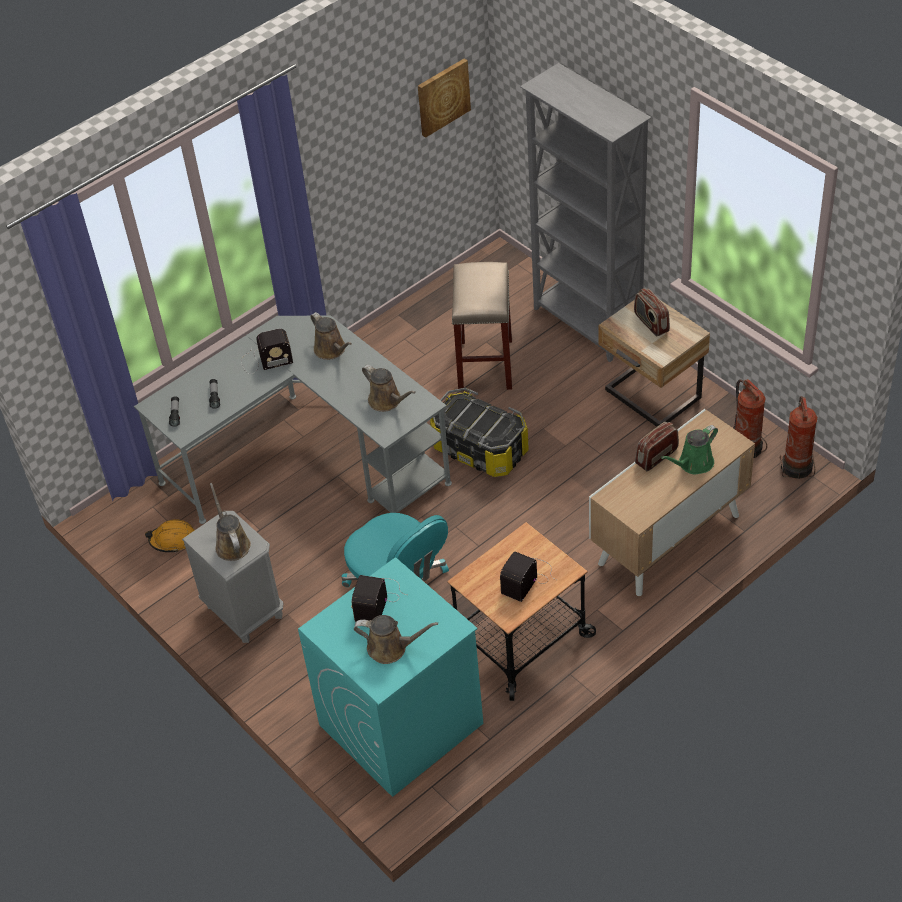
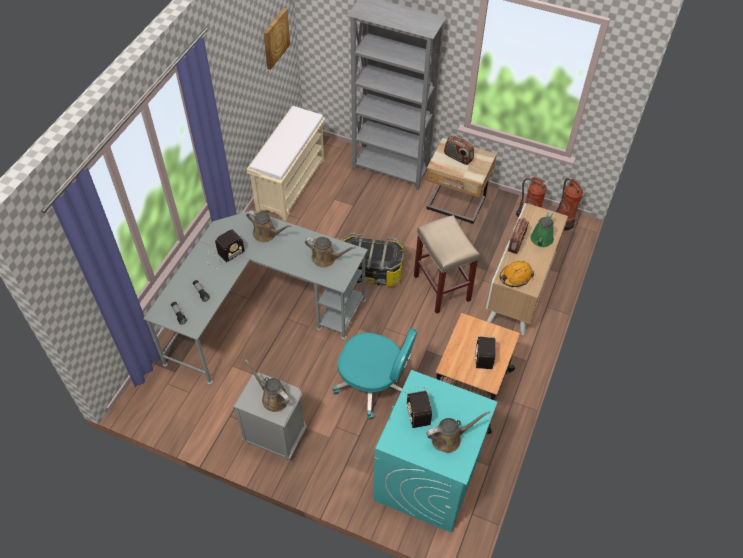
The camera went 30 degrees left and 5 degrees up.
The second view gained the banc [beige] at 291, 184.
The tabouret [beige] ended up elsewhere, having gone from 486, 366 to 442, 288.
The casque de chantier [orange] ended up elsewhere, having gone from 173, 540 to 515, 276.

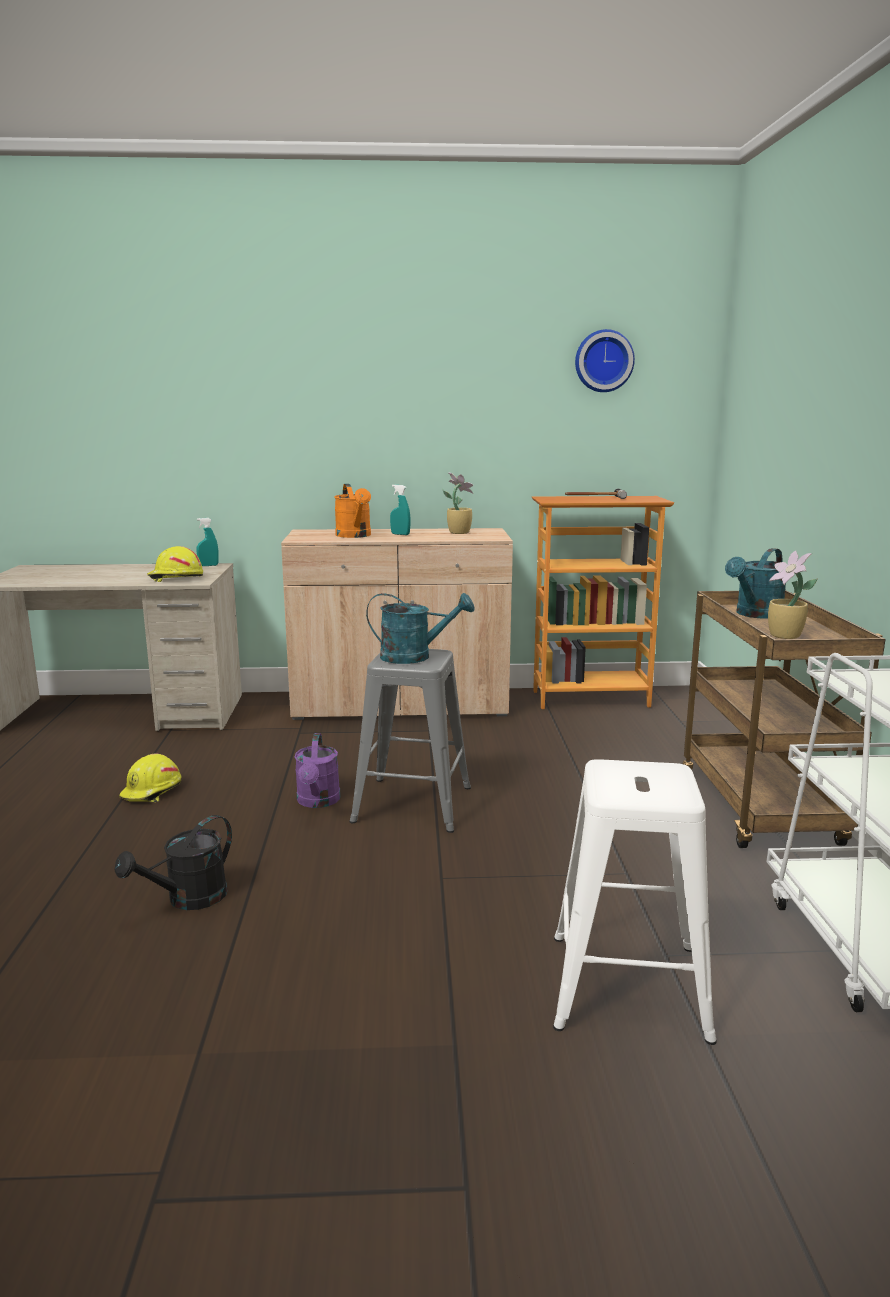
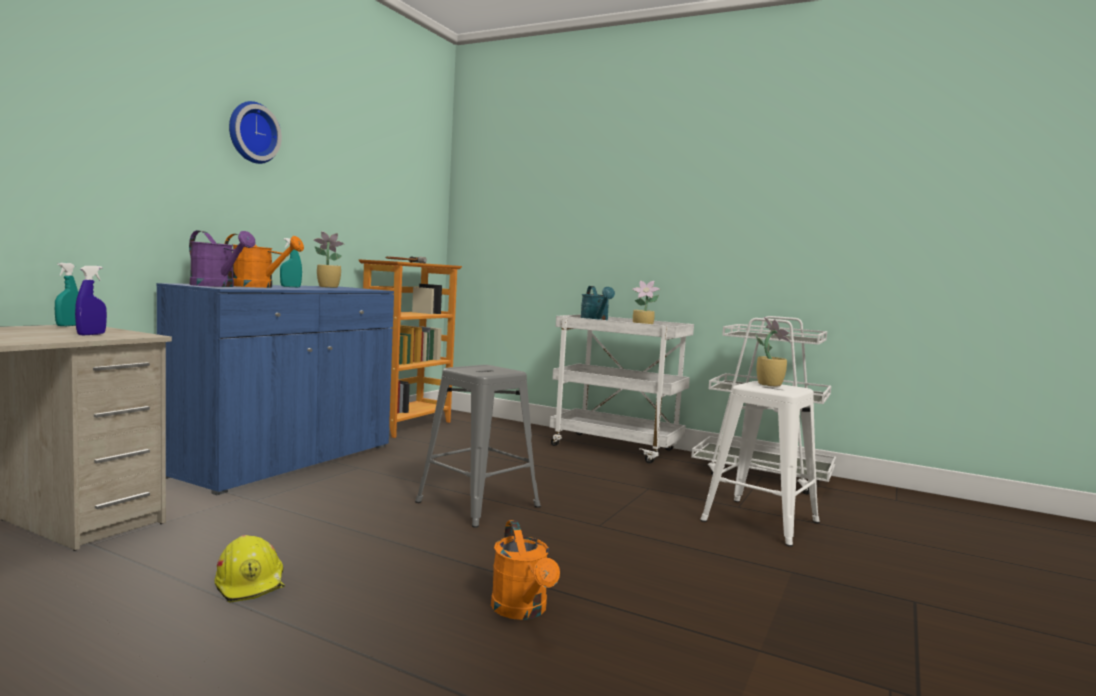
The camera went 60 degrees left and 10 degrees down.
Where the casque de chantier [jaune] stood at 175, 578, the vaporisateur [bleu] came to stand at 91, 334.
What was the meuble de rangement [beige] at 400, 705 turned into the meuble de rangement [bleu] at 286, 460.
The arrosoir [violet] ended up elsewhere, having gone from 318, 802 to 217, 286.
The horloge murale ended up elsewhere, having gone from 603, 361 to 251, 133.
What was the arrosoir [noir] at 188, 900 turned into the arrosoir [orange] at 522, 611.
What was the chariot [marron] at 761, 810 turned into the chariot [blanc] at 617, 448.
The second view gained the plante en pot at 769, 384.
The second view lost the arrosoir [turquoise] at 415, 657.

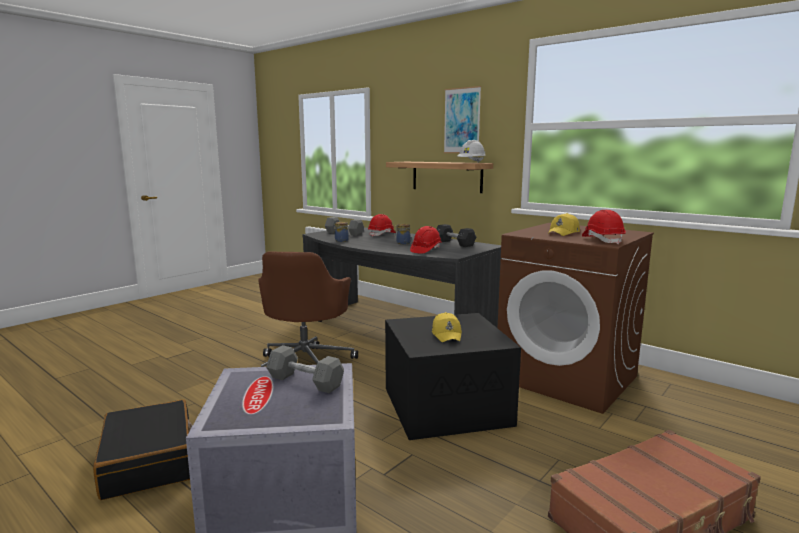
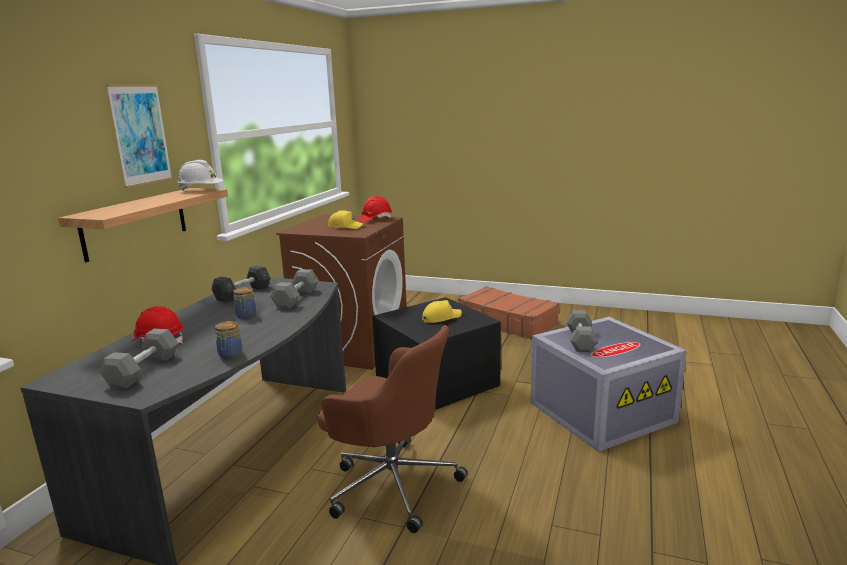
The camera went 110 degrees left and 5 degrees up.
Where the casque de chantier [rouge] stood at 425, 250, the haltère [gris] came to stand at 296, 298.
The chaise de bureau [marron] at 306, 363 ended up facing another way, 45 degrees clockwise from before.
The second view lost the valise [noir] at 150, 461.

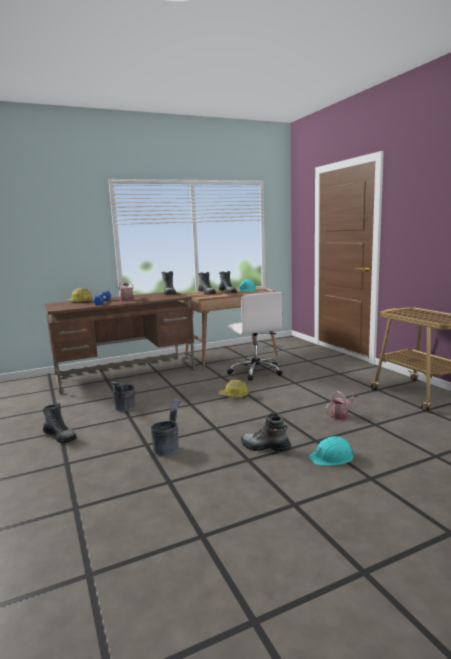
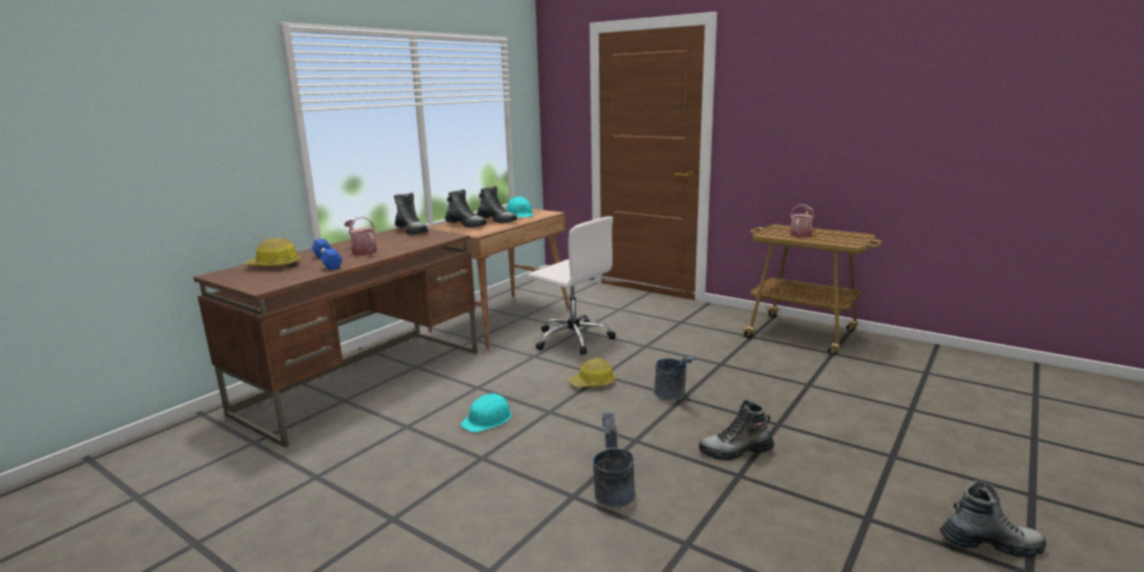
The camera went 30 degrees left and 5 degrees up.
The casque de chantier [turquoise] ended up elsewhere, having gone from 332, 457 to 487, 419.
The seau [gris] ended up elsewhere, having gone from 124, 409 to 672, 396.
The arrosoir ended up elsewhere, having gone from 341, 415 to 801, 234.
The botte ended up elsewhere, having gone from 60, 436 to 990, 544.

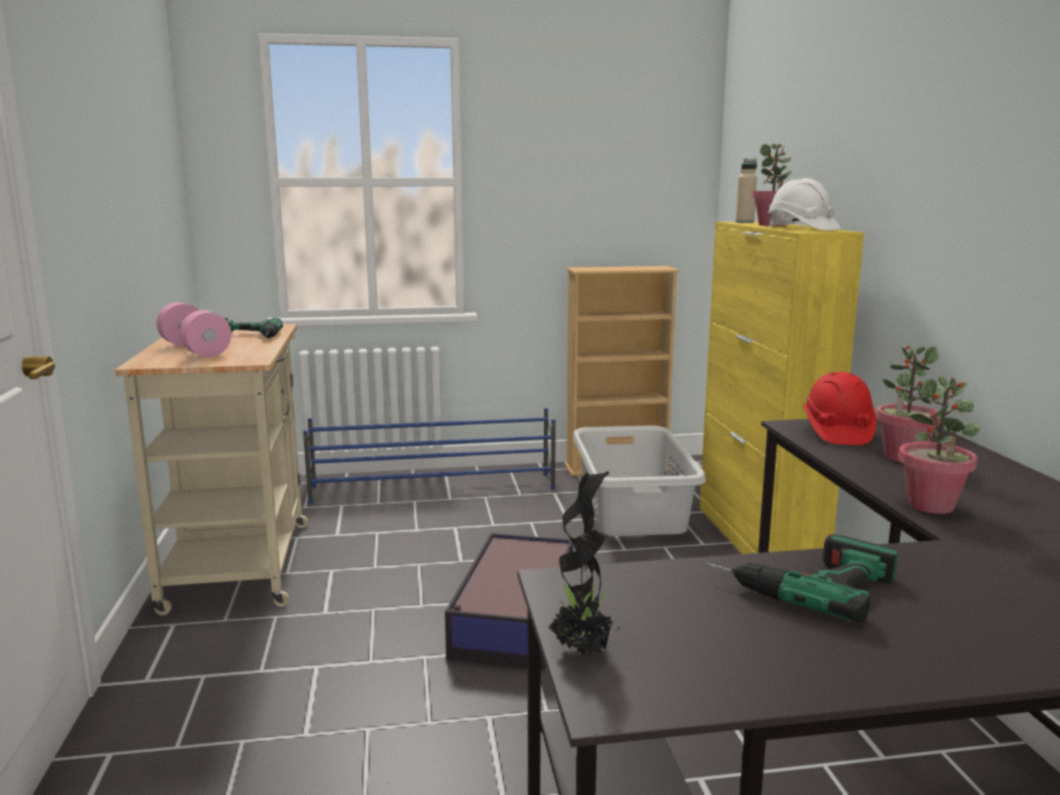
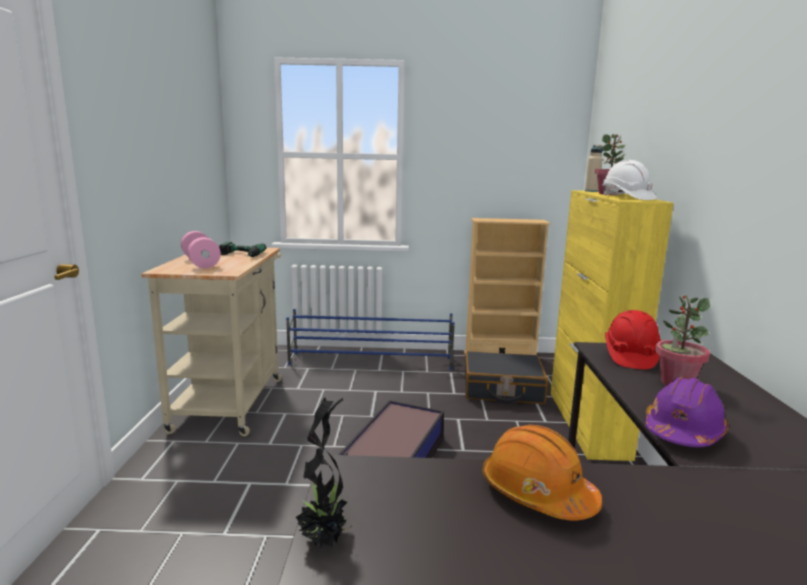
The camera went 10 degrees right and 0 degrees up.
Where the panier à linge [gris] stood at 633, 509, the valise [noir] came to stand at 502, 389.
Where the perceuse stood at 799, 581, the casque de chantier [orange] came to stand at 537, 493.
Where the plante en pot stood at 931, 505, the casque de chantier [violet] came to stand at 683, 431.

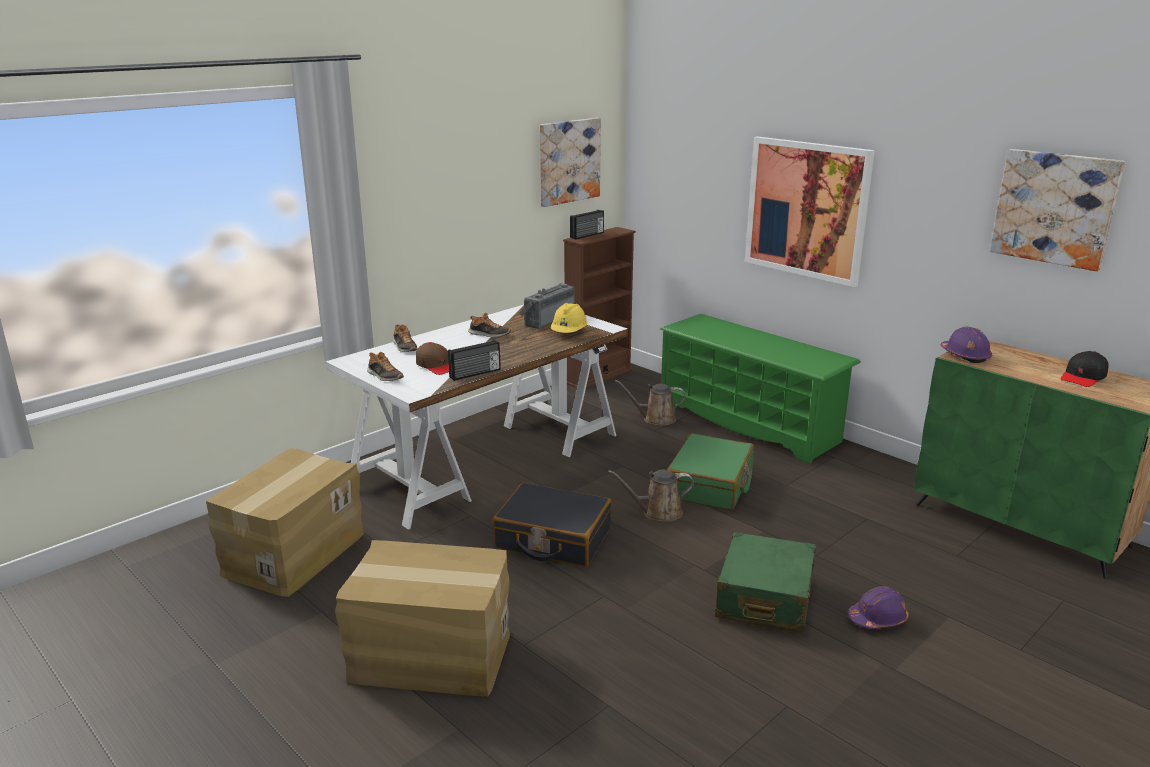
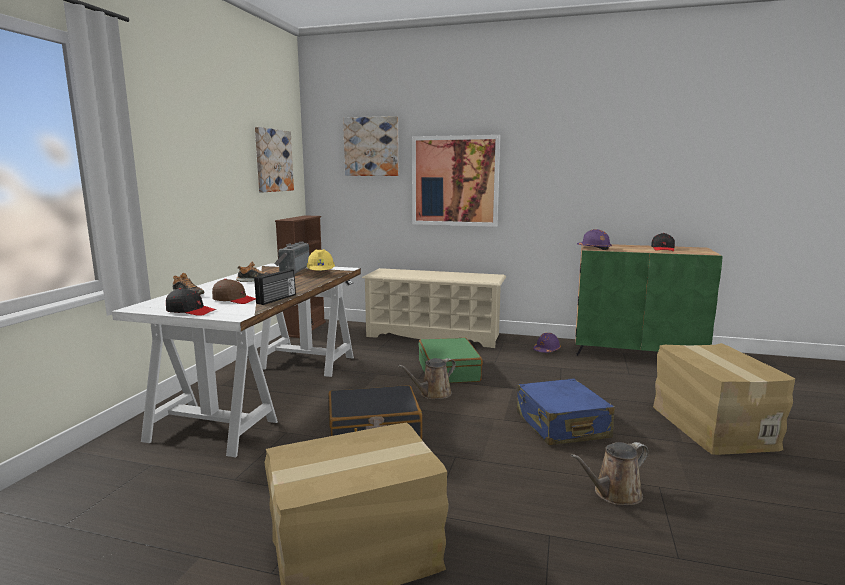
The camera went 30 degrees left and 10 degrees down.
Where the chaussure stood at 384, 376, the casquette [noir] came to stand at 191, 311.
The tableau ended up elsewhere, having gone from 1055, 208 to 371, 146.
What was the étagère à chaussures [vert] at 749, 423 turned into the étagère à chaussures [beige] at 434, 335.
What was the valise [vert] at 764, 598 turned into the valise [bleu] at 561, 425.
The casque de chantier [violet] ended up elsewhere, having gone from 878, 619 to 546, 350.
The arrosoir [marron] ended up elsewhere, having gone from 656, 419 to 614, 494.
The carton ended up elsewhere, having gone from 293, 553 to 711, 426.
The second view lost the radio at 587, 235.

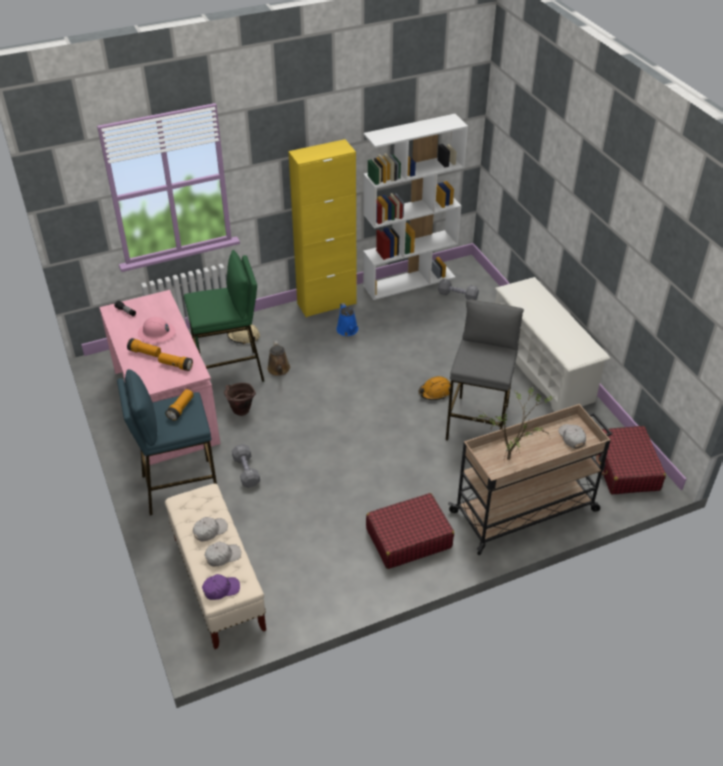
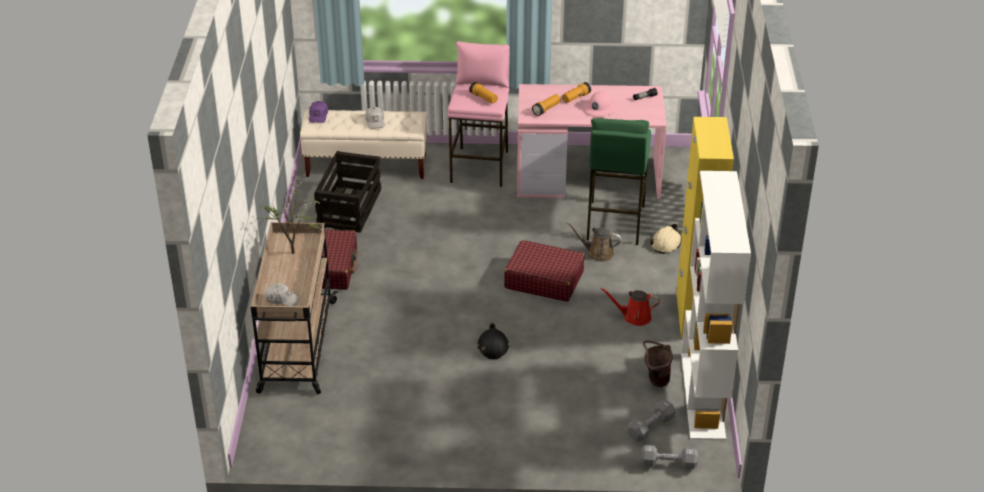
The camera went 115 degrees right and 5 degrees down.
The second view gained the caisse at 349, 208.
What was the tabouret [bleu] at 179, 487 turned into the tabouret [rose] at 480, 167.
What was the casque de chantier [orange] at 435, 392 turned into the casque de chantier [noir] at 493, 346.
The valise [rouge] ended up elsewhere, having gone from 625, 468 to 543, 280.
What was the arrosoir [bleu] at 348, 330 turned into the arrosoir [rouge] at 634, 317.
The haltère [gris] ended up elsewhere, having gone from 246, 471 to 668, 464.
The seau [marron] ended up elsewhere, having gone from 241, 413 to 655, 380.
The second view lost the casquette [blanc] at 222, 556.
The second view lost the tabouret [gris] at 478, 422.
The second view lost the étagère à chaussures [blanc] at 542, 368.

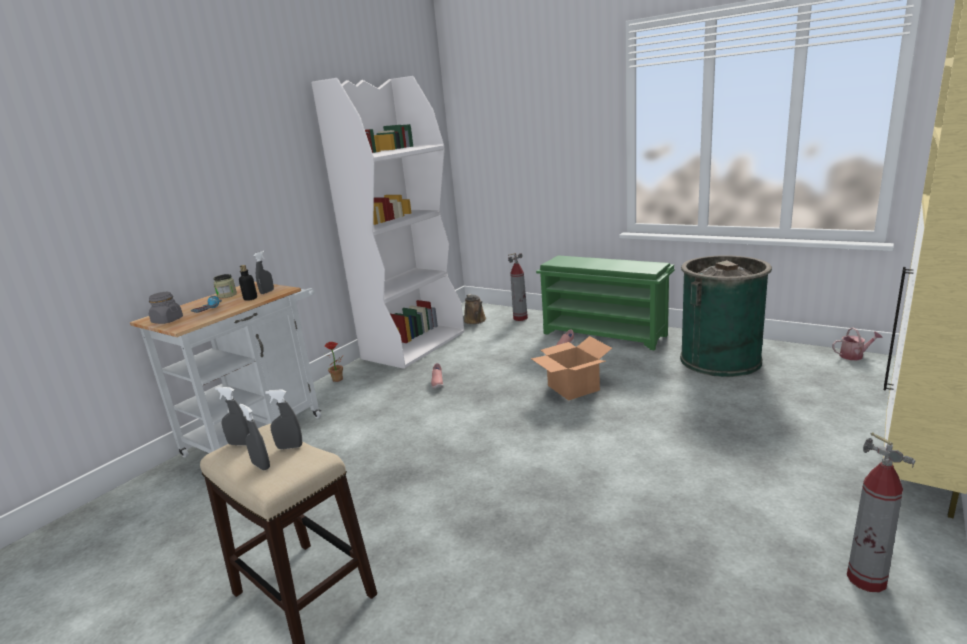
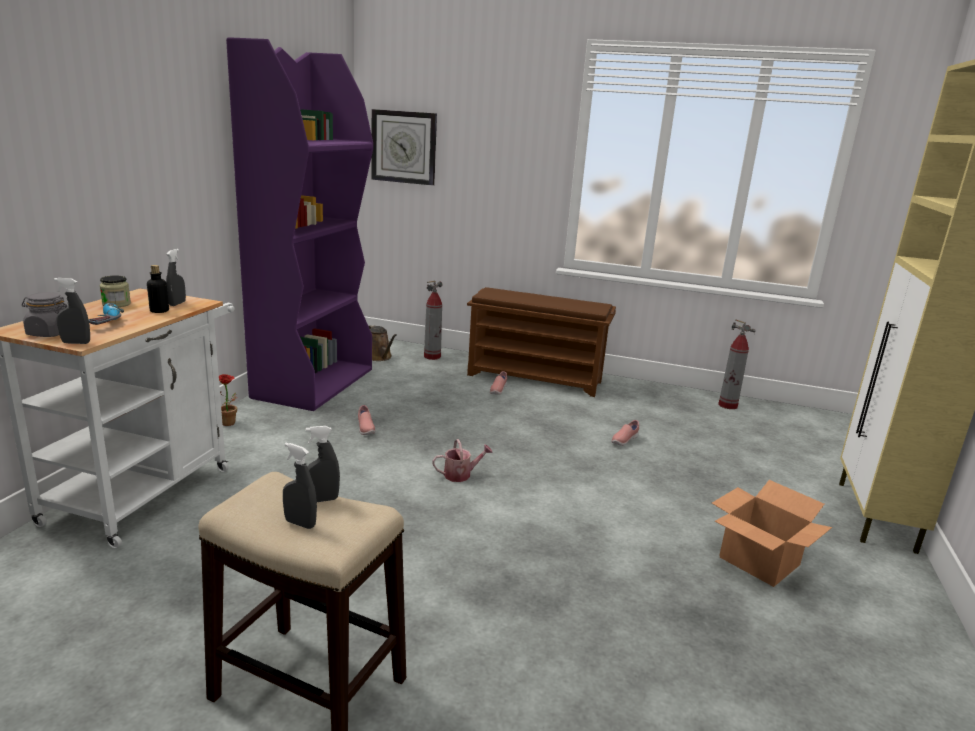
The camera went 20 degrees left and 0 degrees up.
The vaporisateur [gris] ended up elsewhere, having gone from 240, 444 to 76, 343.
What was the bibliothèque [blanc] at 414, 345 turned into the bibliothèque [violet] at 314, 383.
The second view gained the horloge murale at 404, 147.
The arrosoir ended up elsewhere, having gone from 854, 355 to 461, 475.
What was the étagère à chaussures [vert] at 605, 334 turned into the étagère à chaussures [marron] at 536, 378.
The second view gained the chaussure [rose] at 624, 441.
The carton ended up elsewhere, having gone from 574, 388 to 760, 561.
The extincteur ended up elsewhere, having gone from 867, 579 to 728, 405.
The second view lost the poubelle [vert] at 720, 360.

